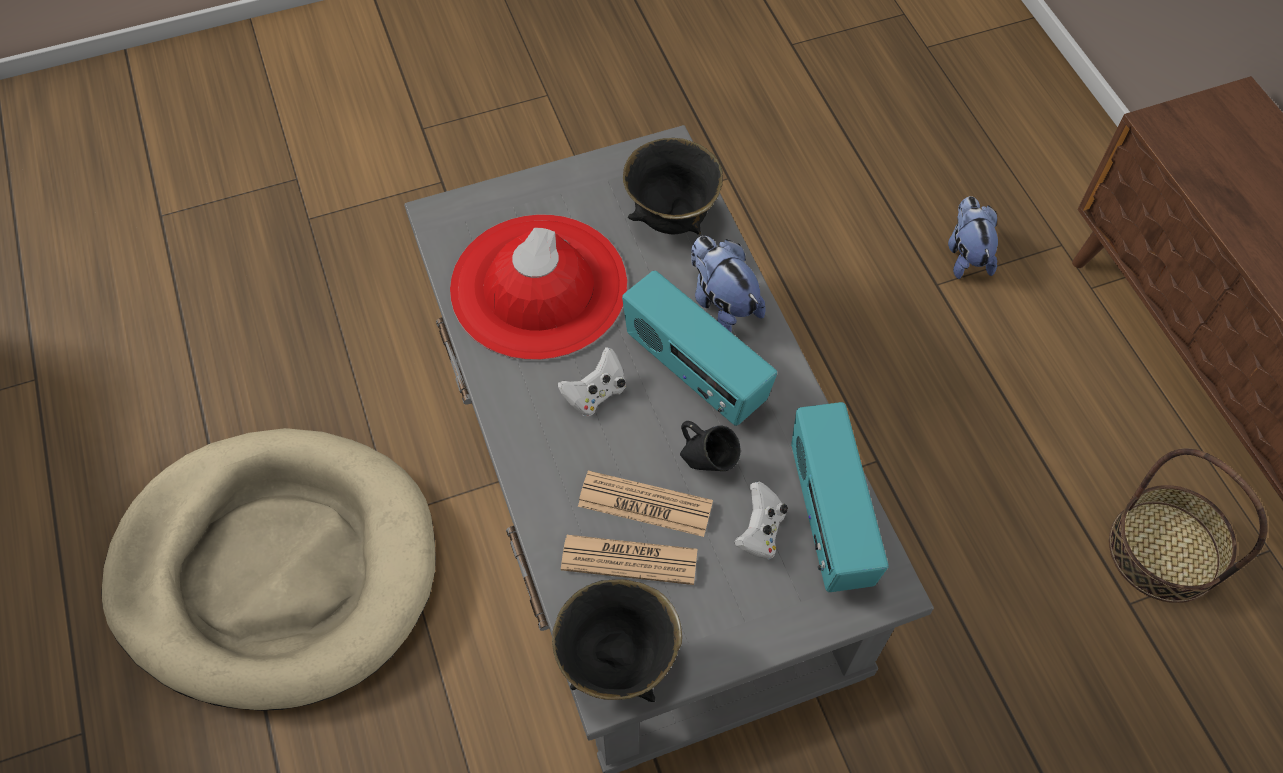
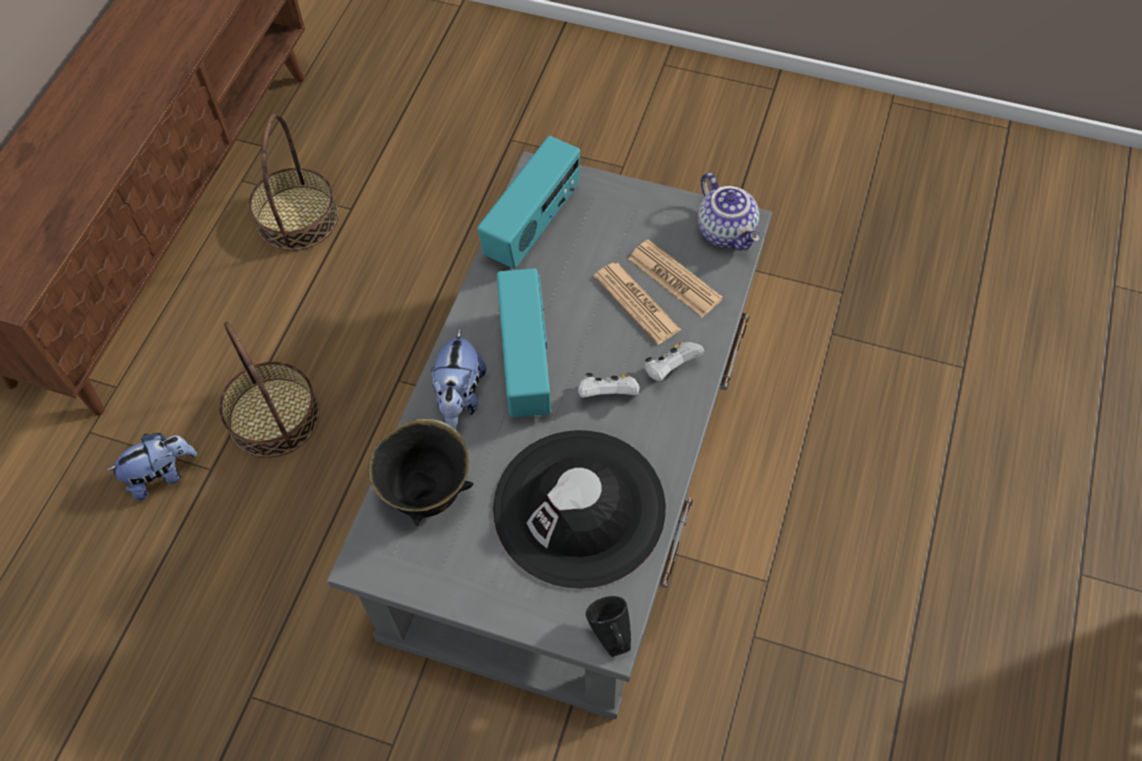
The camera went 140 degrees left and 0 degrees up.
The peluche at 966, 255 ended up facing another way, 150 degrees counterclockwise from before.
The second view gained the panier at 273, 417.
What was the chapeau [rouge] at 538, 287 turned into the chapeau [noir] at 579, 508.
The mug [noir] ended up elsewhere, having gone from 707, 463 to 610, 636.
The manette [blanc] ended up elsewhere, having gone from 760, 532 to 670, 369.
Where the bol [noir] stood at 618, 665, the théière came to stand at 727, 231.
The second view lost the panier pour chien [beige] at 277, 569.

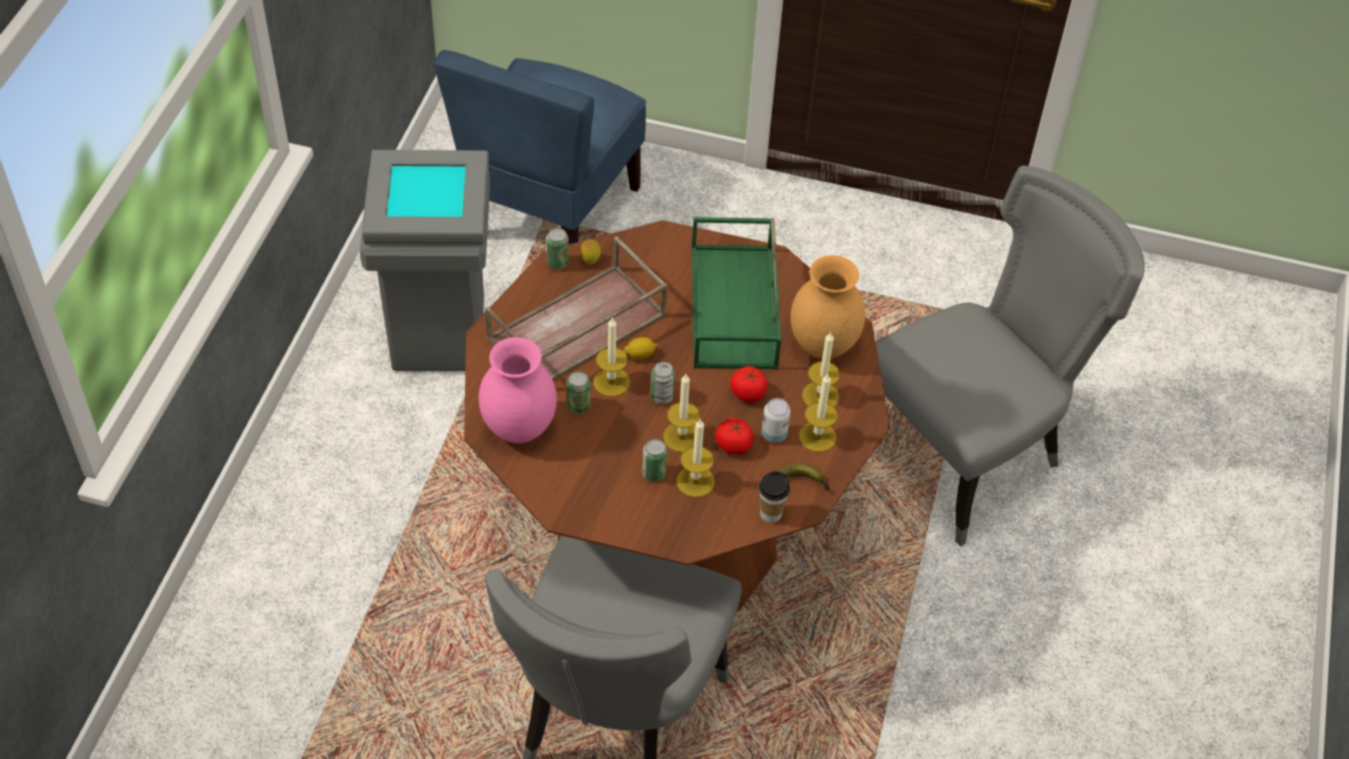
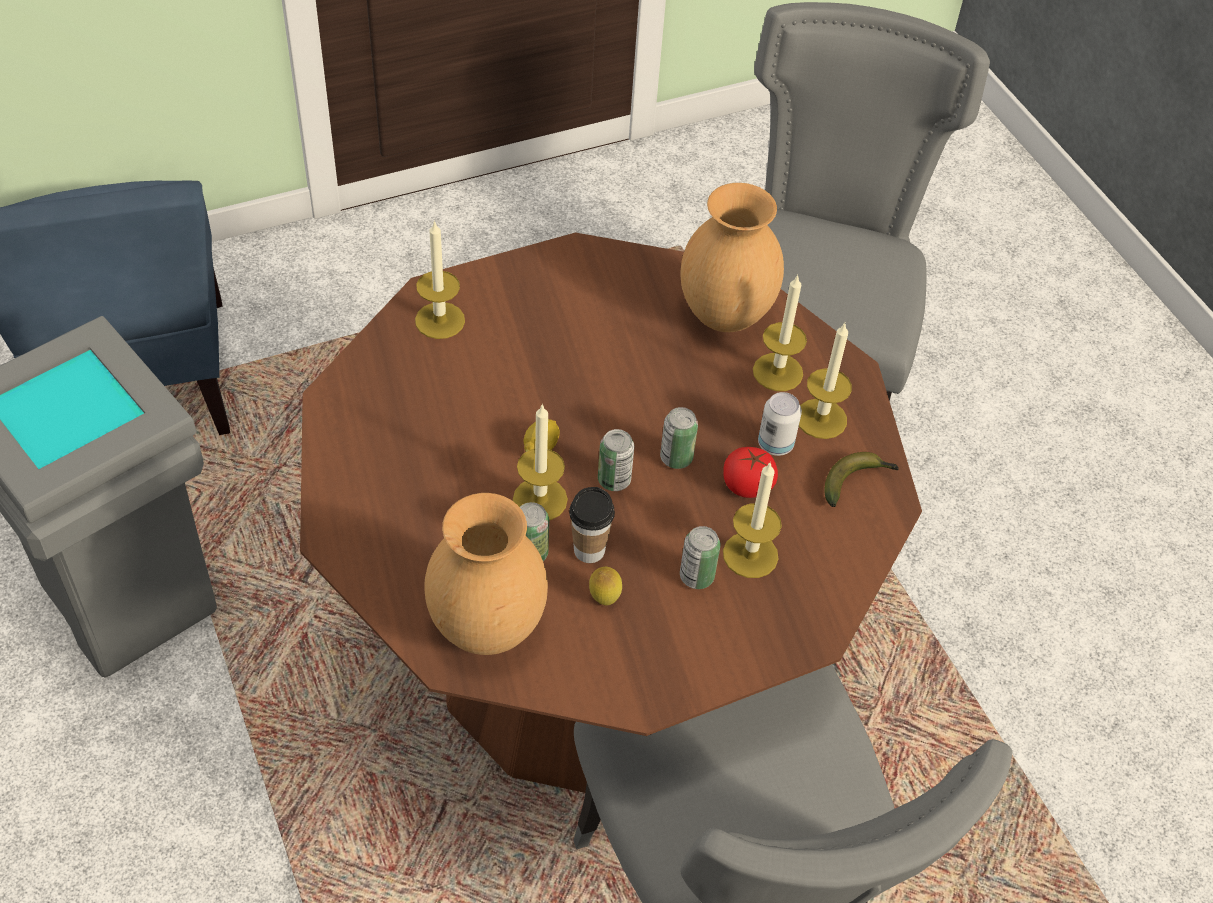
The camera went 40 degrees left and 0 degrees up.
The bougie ended up elsewhere, having gone from 682, 437 to 440, 320.
What was the vase [rose] at 519, 430 turned into the vase [marron] at 488, 630.
The tasse ended up elsewhere, having gone from 770, 514 to 589, 550.
The citron ended up elsewhere, having gone from 590, 261 to 604, 598.
The boîte métallique ended up elsewhere, having gone from 558, 262 to 676, 458.
The second view lost the plateau [marron] at 576, 329.
The second view lost the plateau [vert] at 735, 308.
The second view lost the tomate at 748, 393.

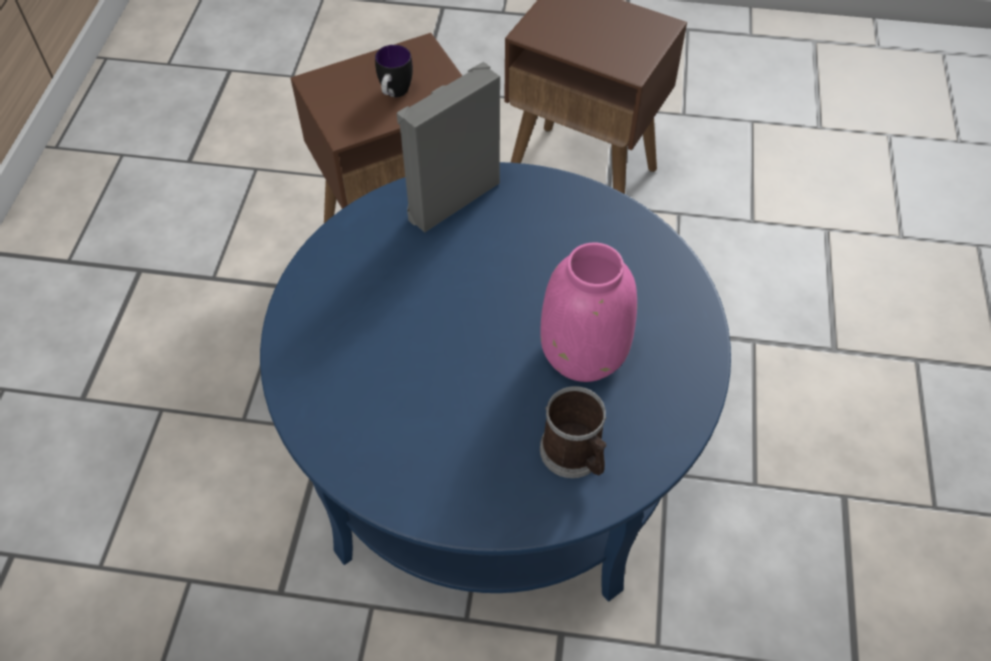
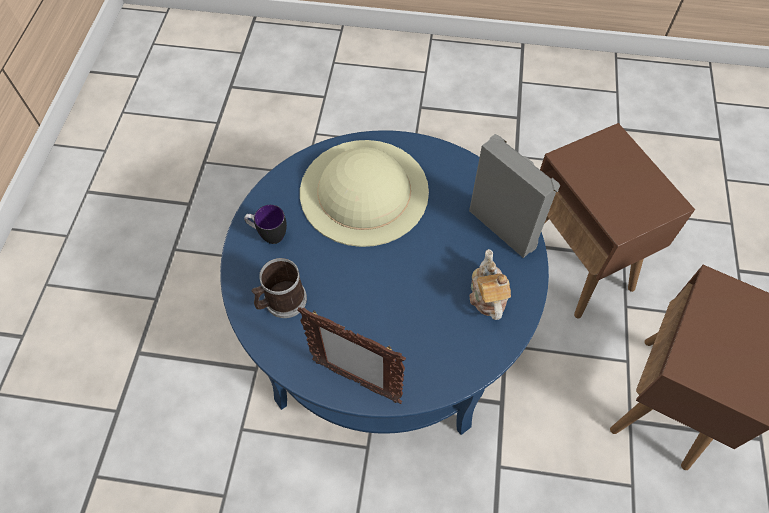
The camera went 90 degrees right and 5 degrees up.
The mug ended up elsewhere, having gone from 394, 95 to 268, 235.
The second view gained the cadre photo at 356, 381.
The second view gained the chapeau [beige] at 364, 191.
The second view gained the théière at 487, 295.
The second view lost the vase [rose] at 584, 351.

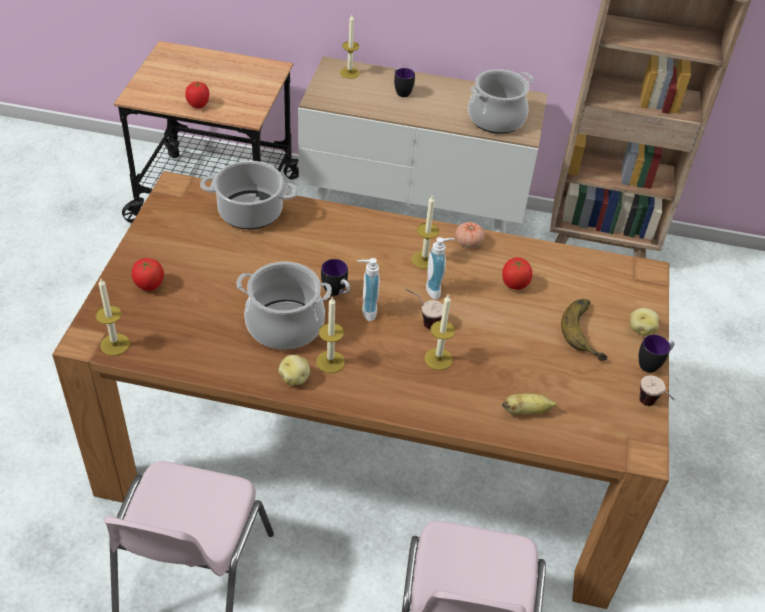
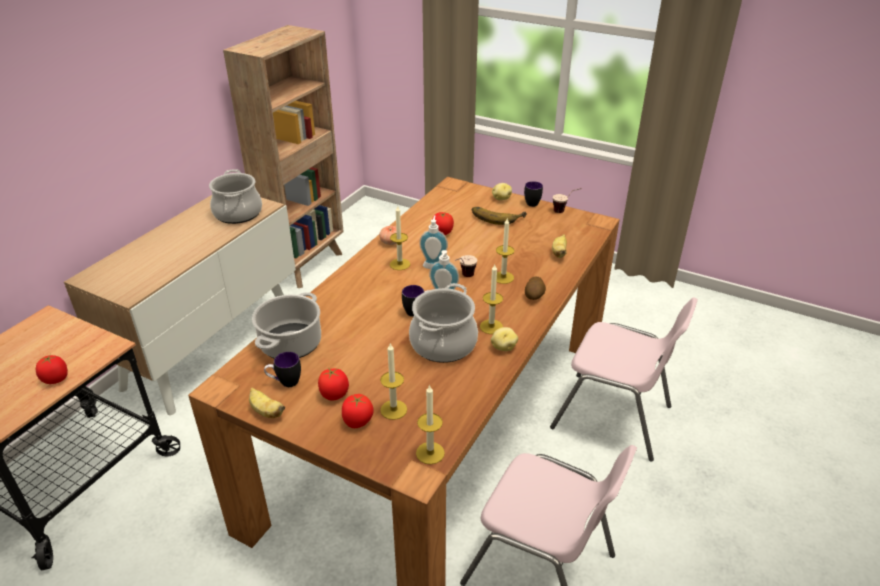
The camera went 70 degrees left and 10 degrees down.
The second view gained the banane at 266, 412.
The mug ended up elsewhere, having gone from 401, 91 to 285, 382.
The second view gained the tomate at 334, 395.
The bougie ended up elsewhere, having gone from 349, 73 to 393, 409.
The second view gained the pomme de terre at 534, 296.

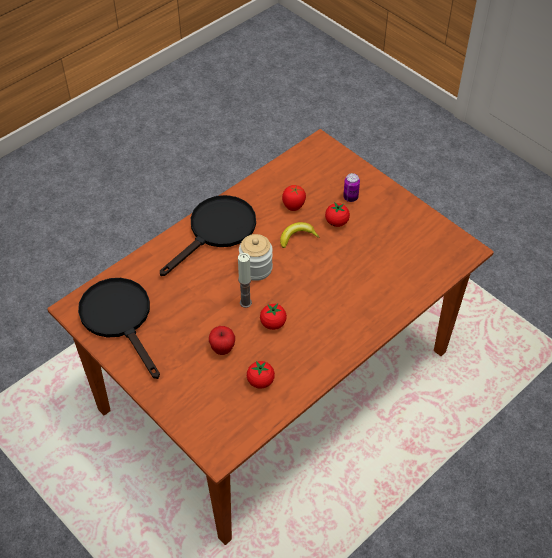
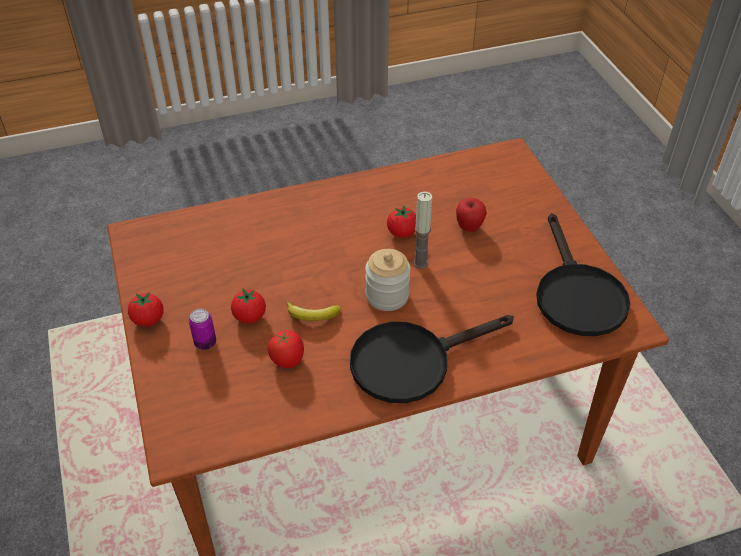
The camera went 155 degrees left and 5 degrees down.
The tomate ended up elsewhere, having gone from 260, 381 to 148, 320.

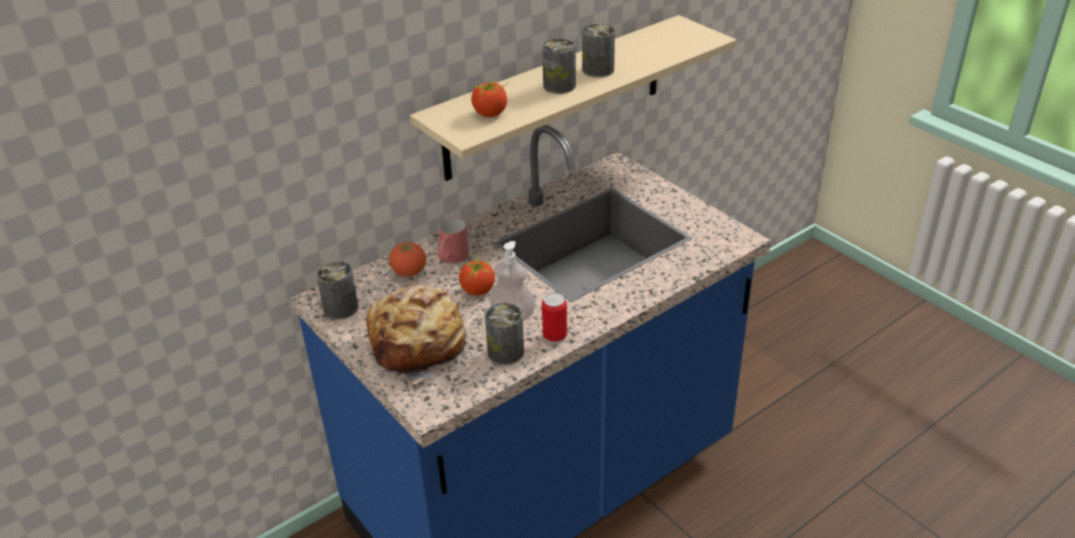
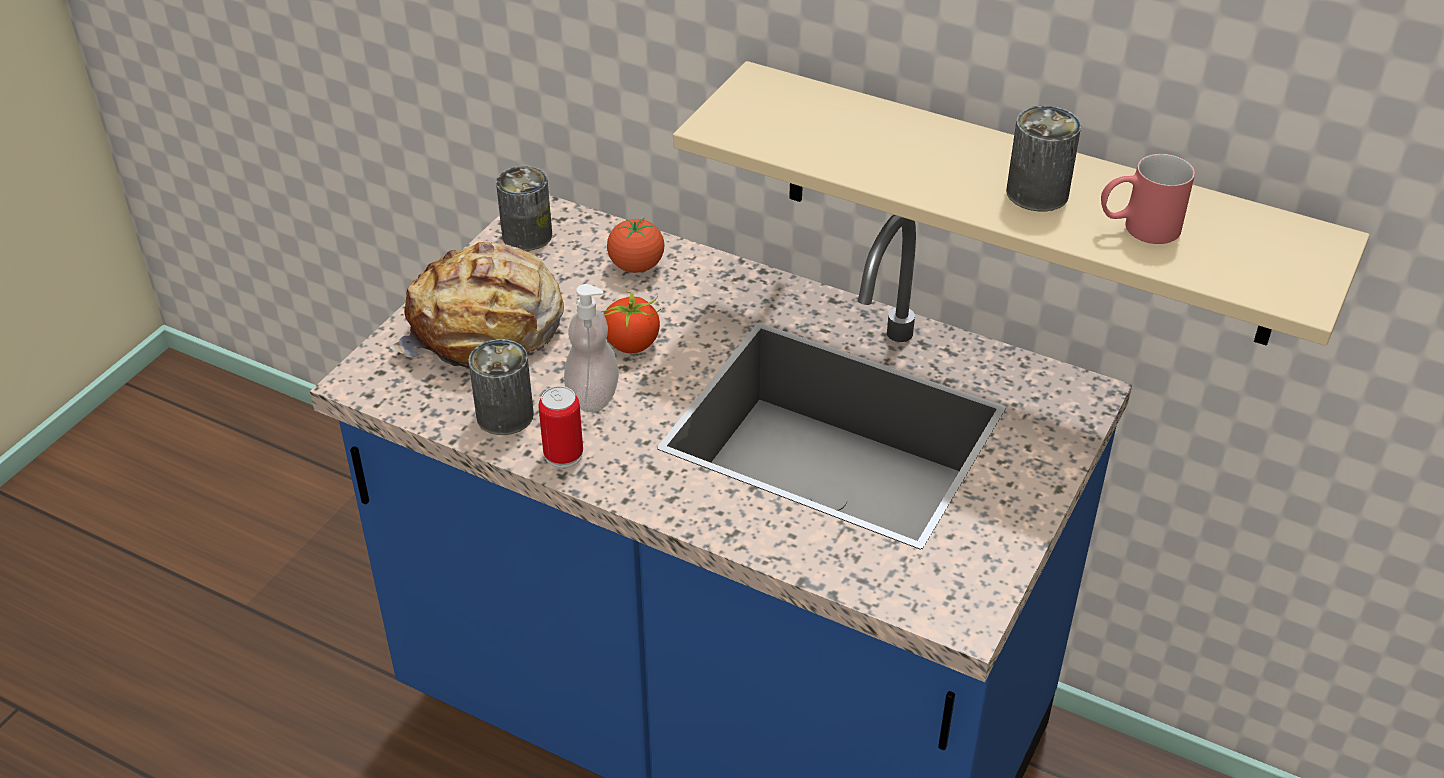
The camera went 65 degrees right and 5 degrees up.
The mug [rouge] ended up elsewhere, having gone from 451, 259 to 1138, 228.
The second view lost the tomate at 490, 113.
The second view lost the boîte métallique at 559, 86.

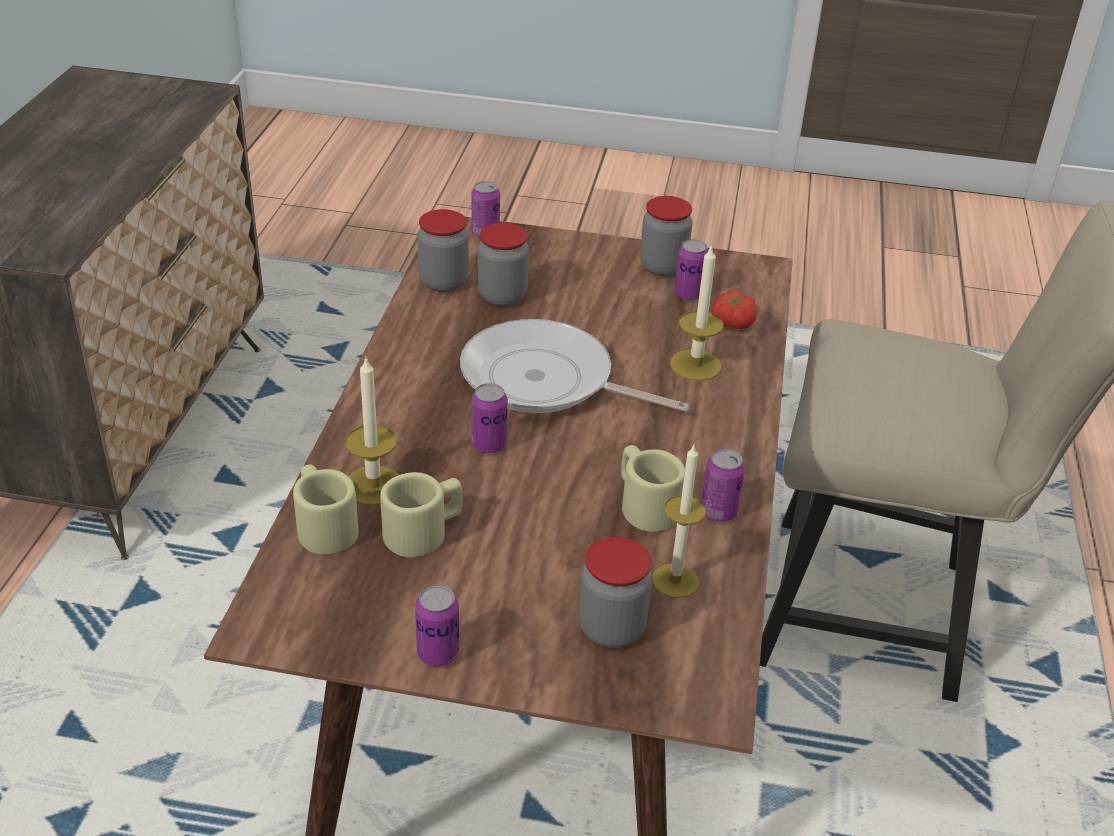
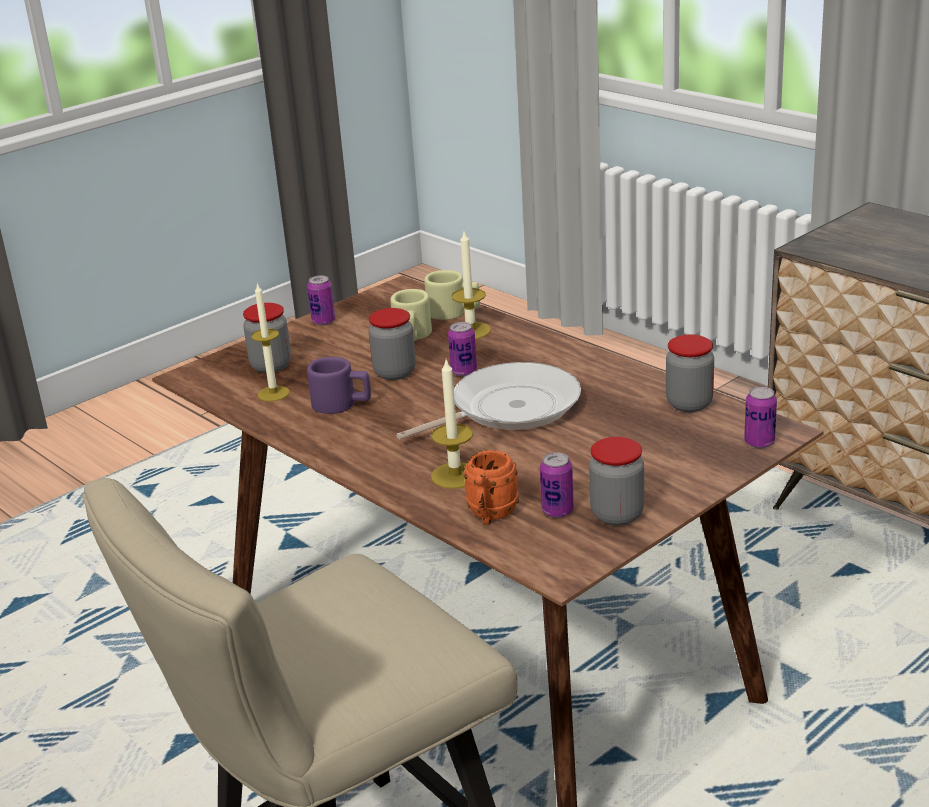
The camera went 130 degrees right and 10 degrees down.
What was the mug [beige] at 644, 505 turned into the mug [violet] at 342, 404.
The bocal ended up elsewhere, having gone from 502, 296 to 394, 372.
Where the tomate stood at 731, 323, the mug [orange] came to stand at 490, 515.
The second view lost the boîte métallique at 718, 512.

